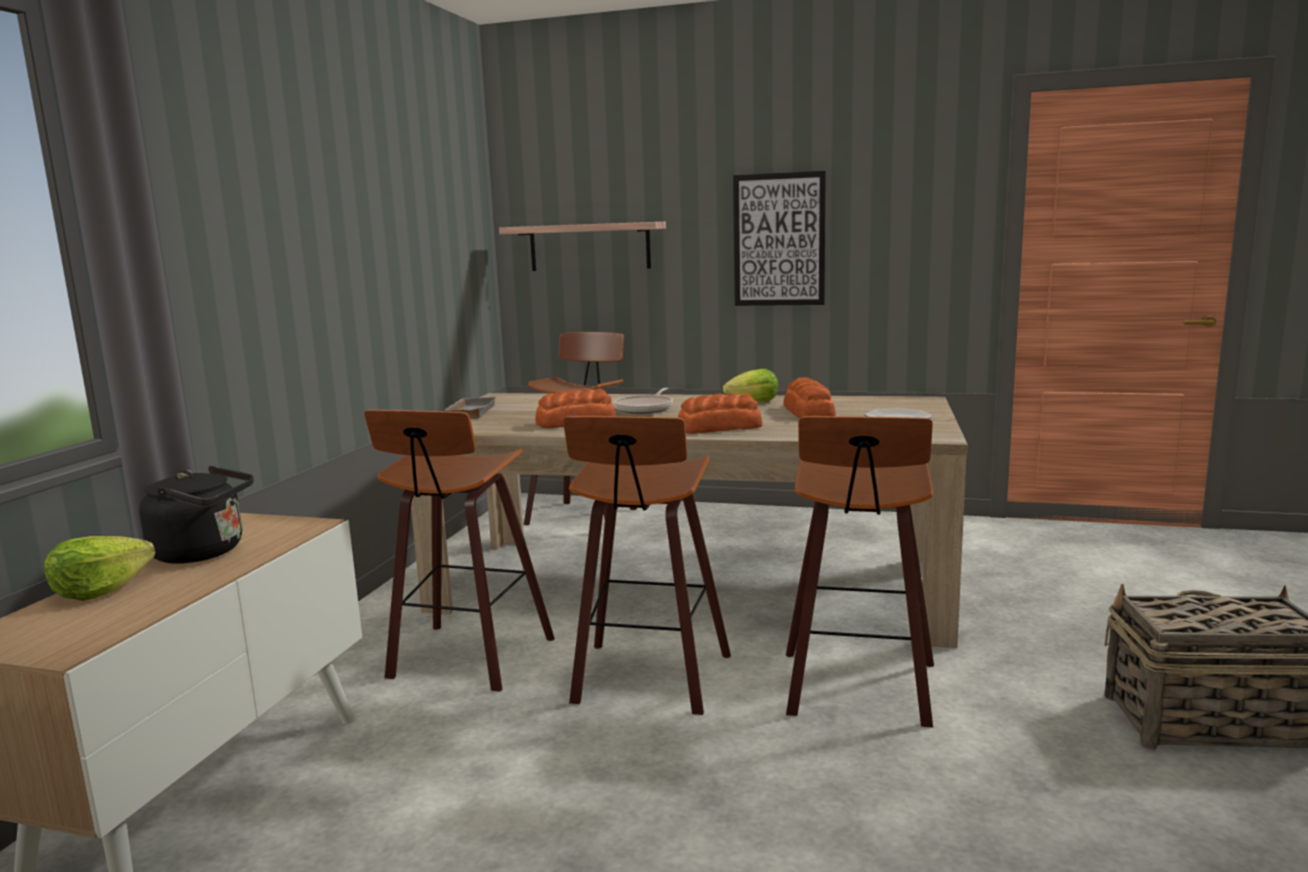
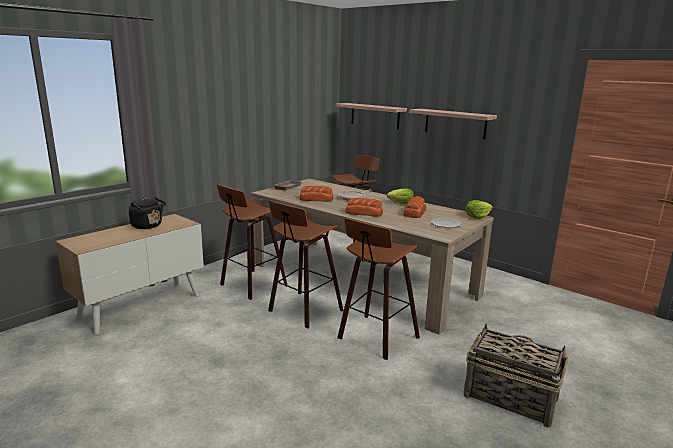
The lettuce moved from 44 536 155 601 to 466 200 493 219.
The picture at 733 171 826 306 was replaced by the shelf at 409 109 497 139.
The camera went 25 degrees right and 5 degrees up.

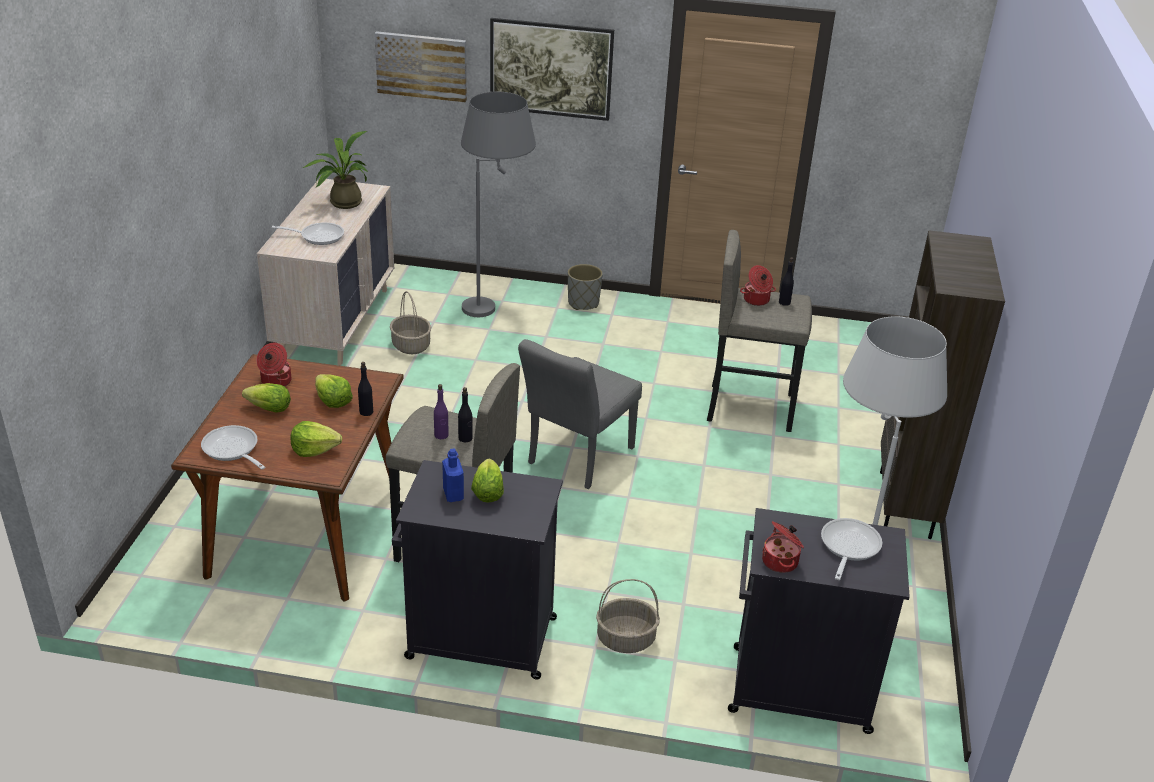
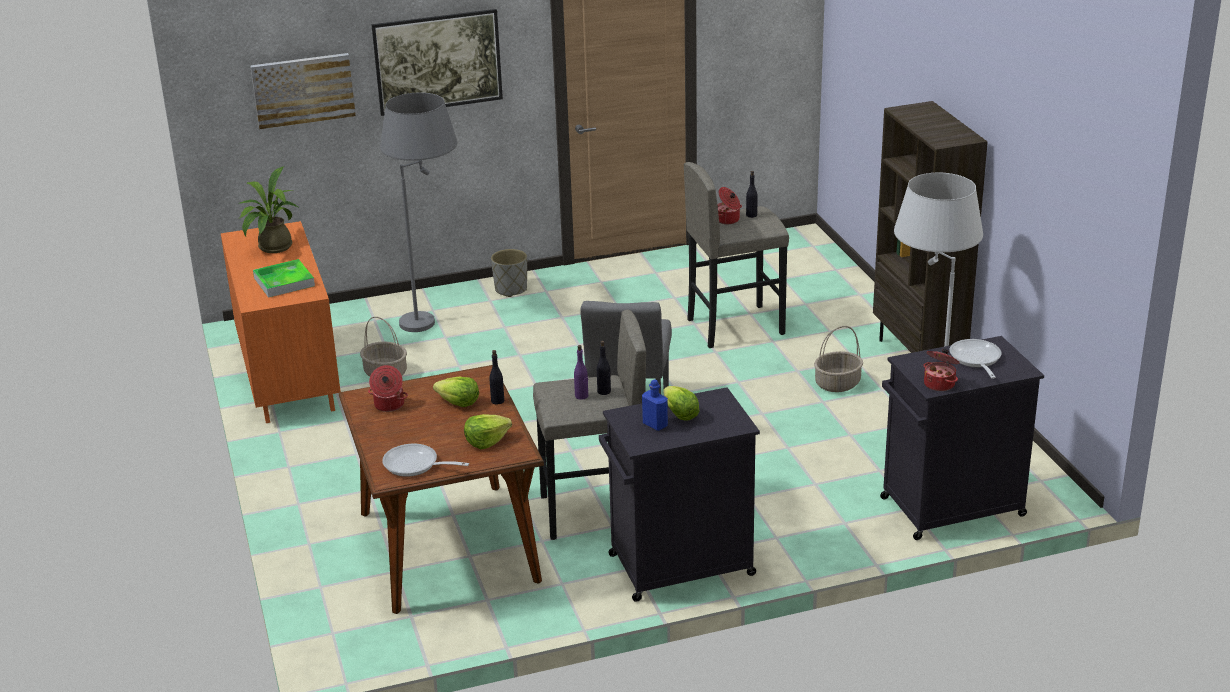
The lettuce at 242 383 291 413 disappeared.
The beige_dresser at 257 179 394 366 became the orange_dresser at 221 221 341 423.
The frying_pan at 272 223 344 245 was replaced by the tray at 253 259 315 298.
The basket moved from 596 579 660 653 to 814 326 863 392.
The camera went 25 degrees left and 5 degrees down.

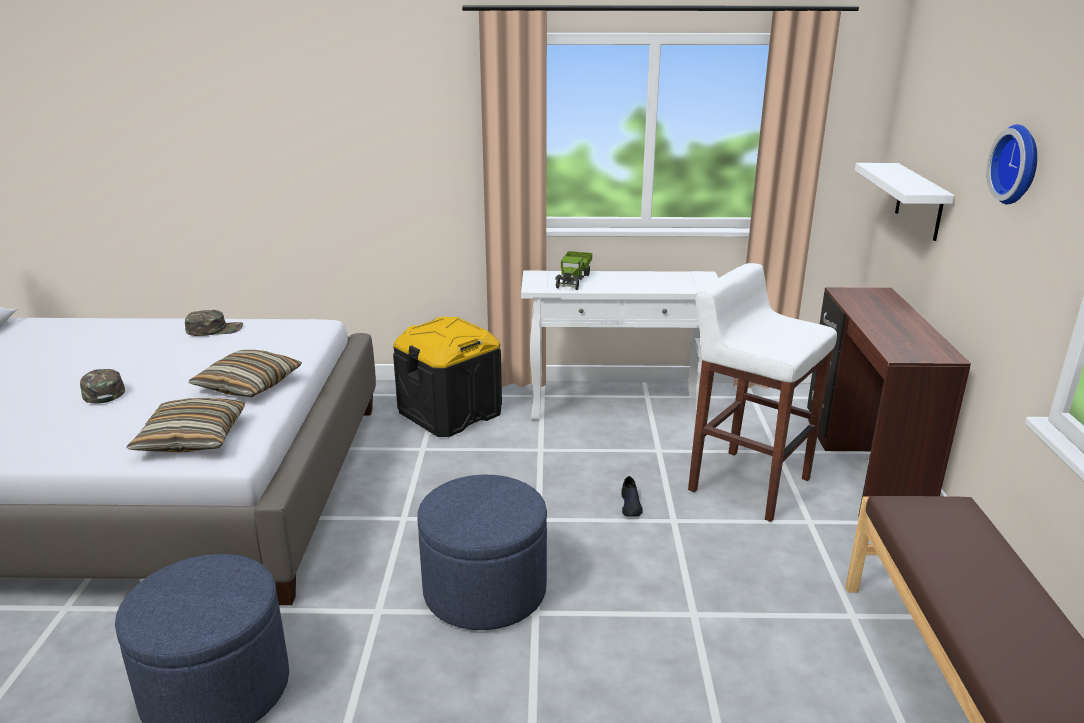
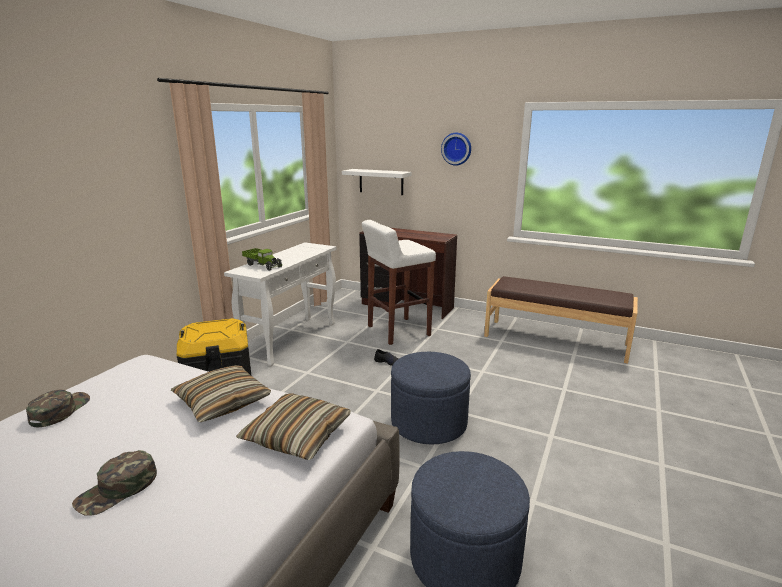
The green_cap at 80 369 125 404 turned 45 degrees counterclockwise.
The camera went 65 degrees left and 5 degrees down.

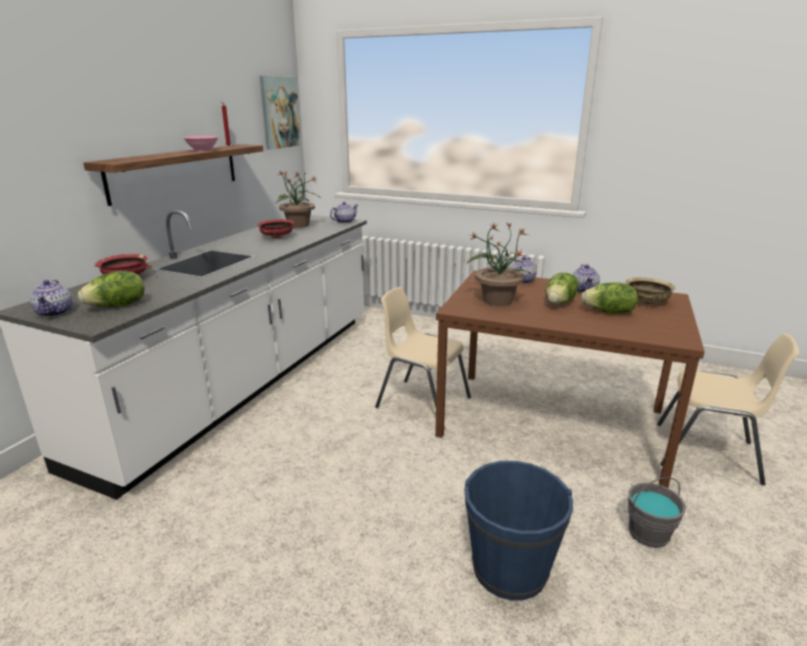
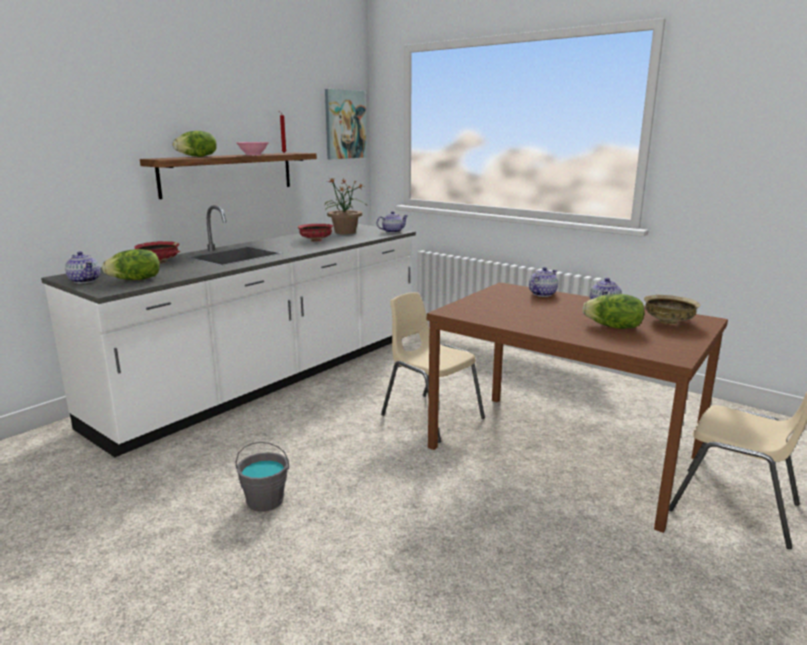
The teapot at 30 280 73 317 turned 45 degrees counterclockwise.
The blue_bucket at 464 461 573 601 disappeared.
The potted_plant at 467 222 530 306 disappeared.
The lettuce moved from 545 273 579 305 to 173 131 217 157.
The grey_bucket moved from 628 477 686 548 to 236 442 289 512.
The camera went 15 degrees right and 5 degrees down.

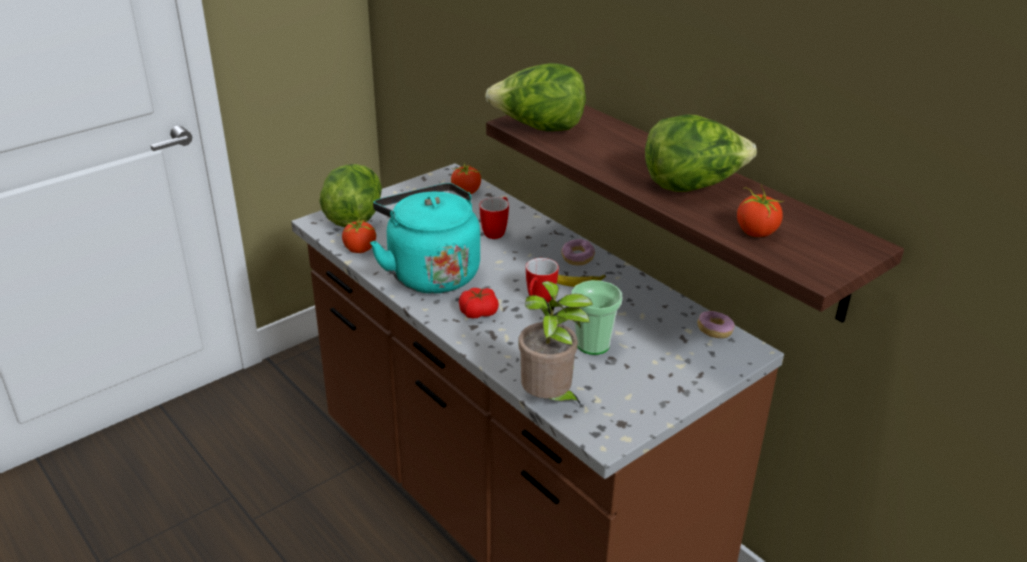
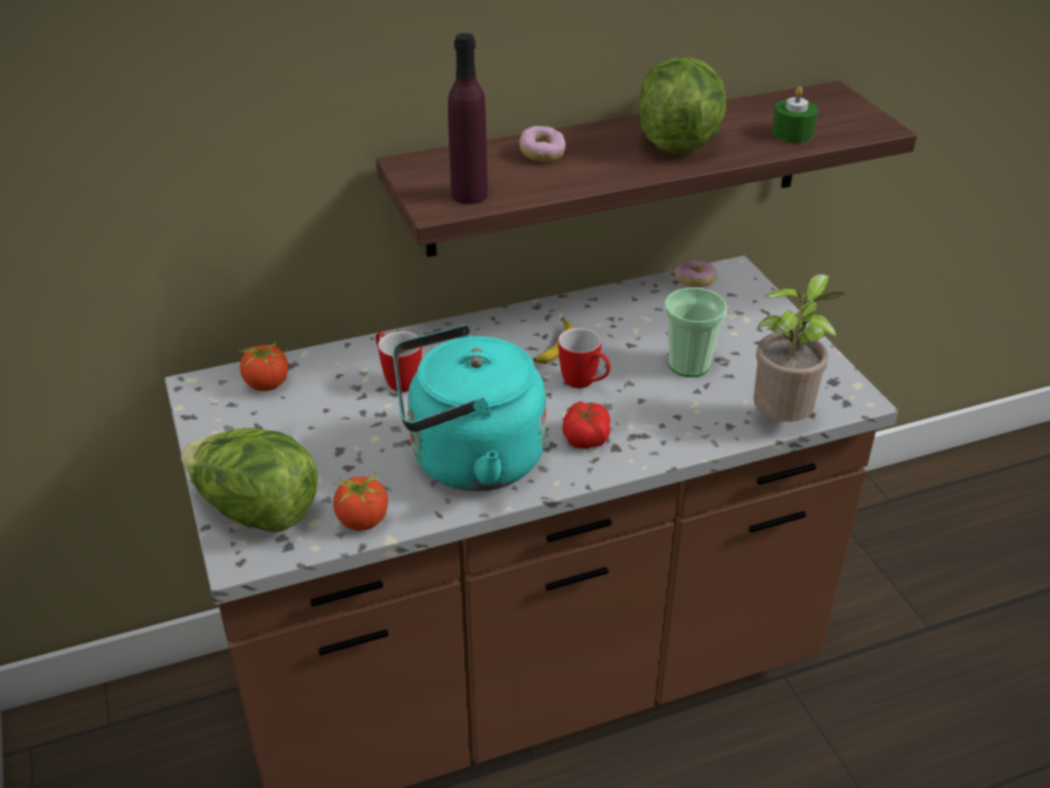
The lettuce at 485 63 586 131 was replaced by the purple_bottle at 448 33 488 204.
The donut moved from 561 239 595 266 to 519 126 566 162.
The tomato at 737 184 783 237 was replaced by the green_candle at 772 86 818 143.
The camera went 70 degrees left and 5 degrees up.

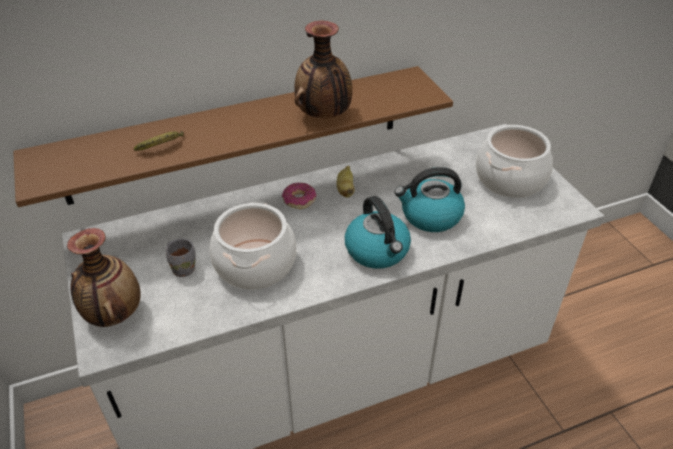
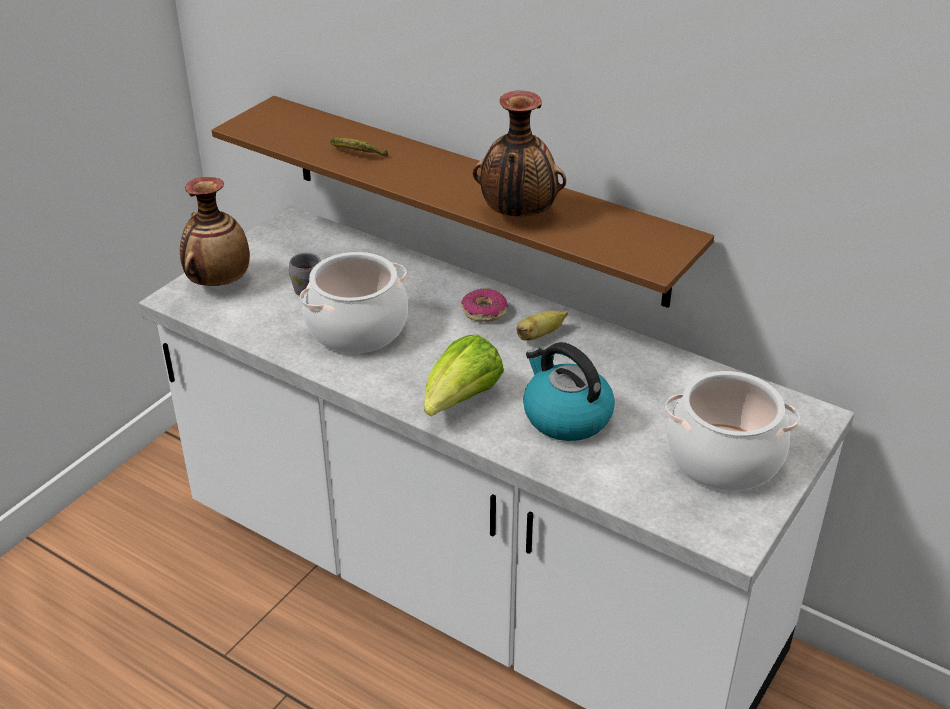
The kettle at 345 196 411 269 was replaced by the lettuce at 424 335 504 416.
The camera went 55 degrees right and 5 degrees down.

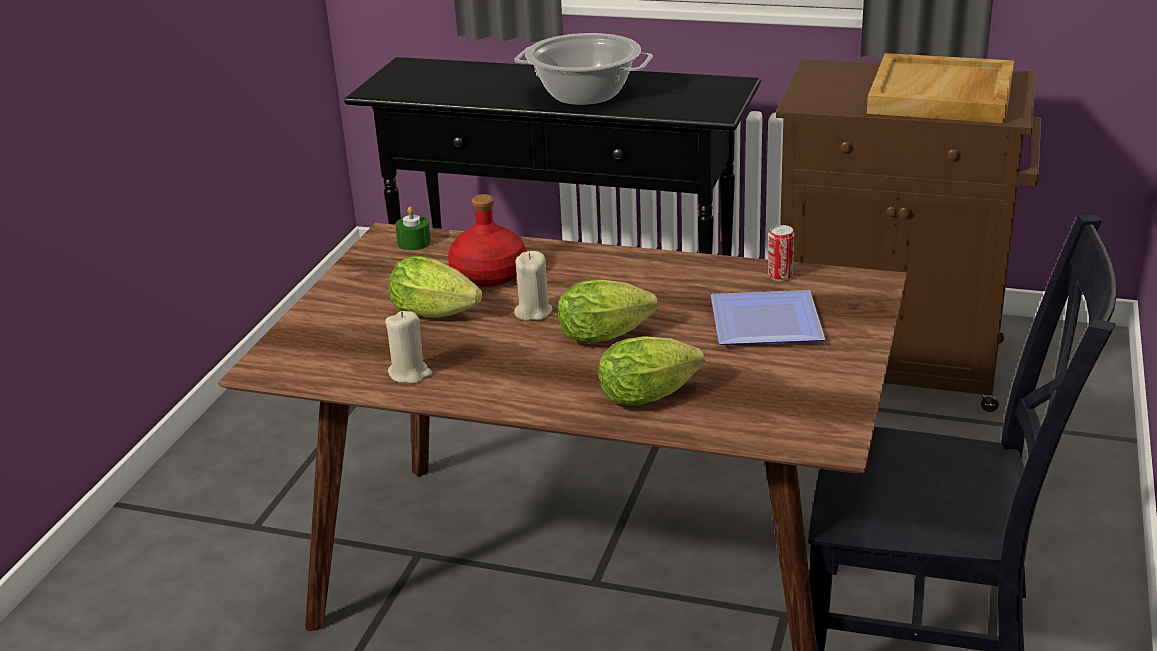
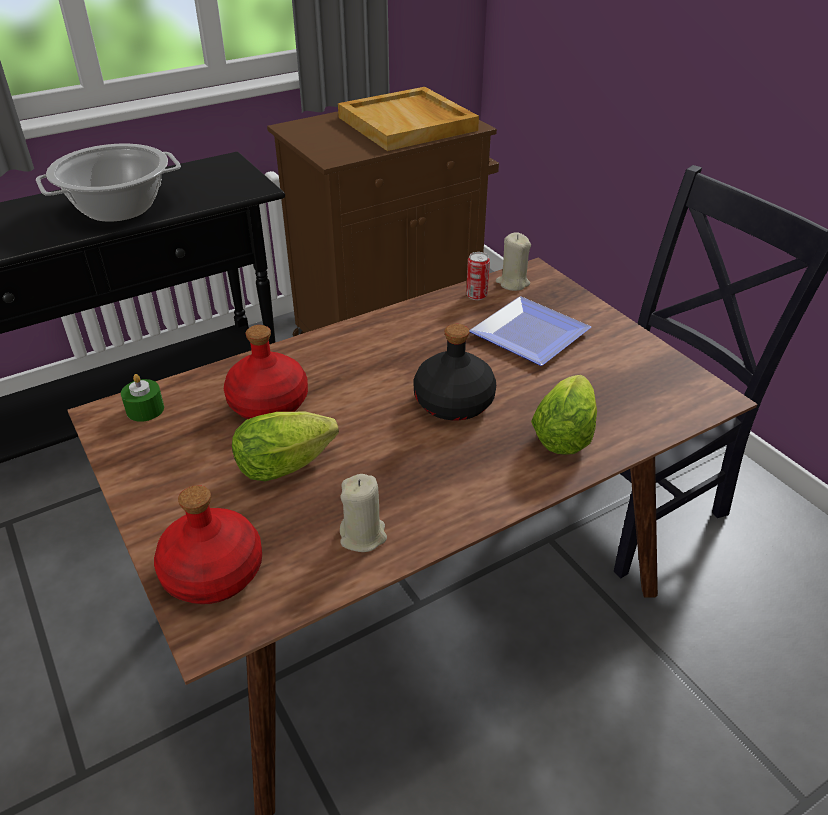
The beige_candle moved from 514 251 553 321 to 496 232 531 291.
The lettuce at 558 280 658 343 was replaced by the black_bottle at 414 324 496 420.
The red_bottle at 154 485 262 604 appeared.
The camera went 50 degrees left and 10 degrees up.

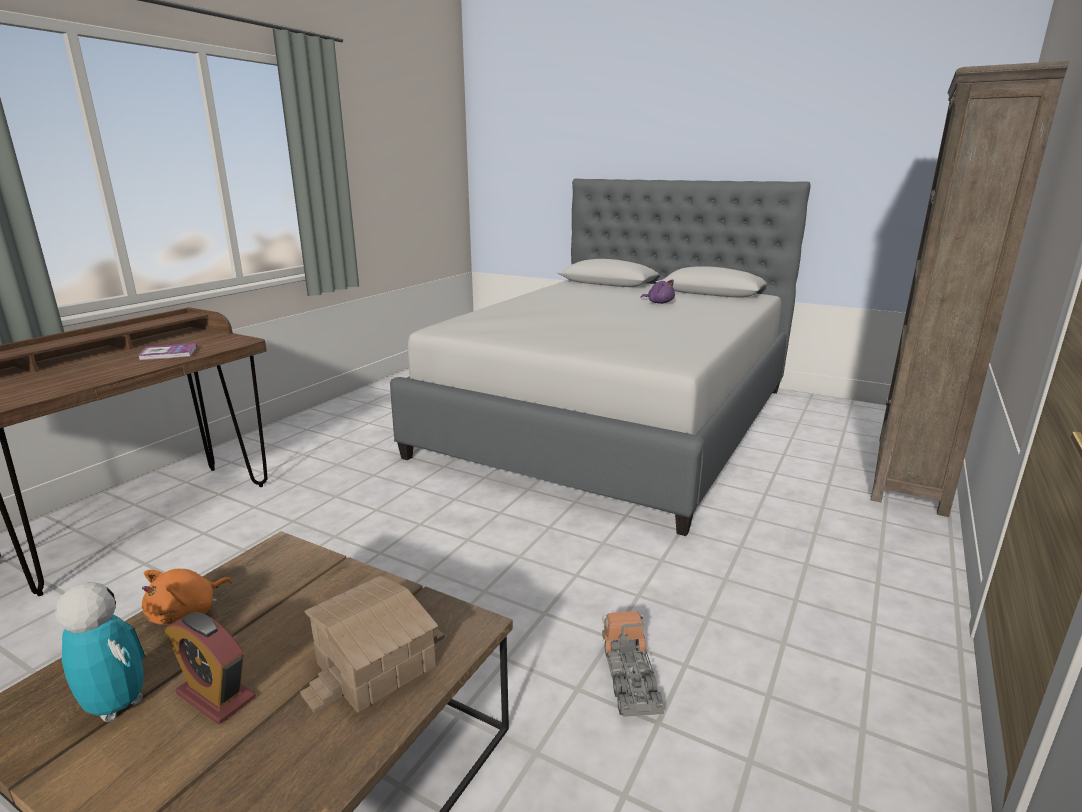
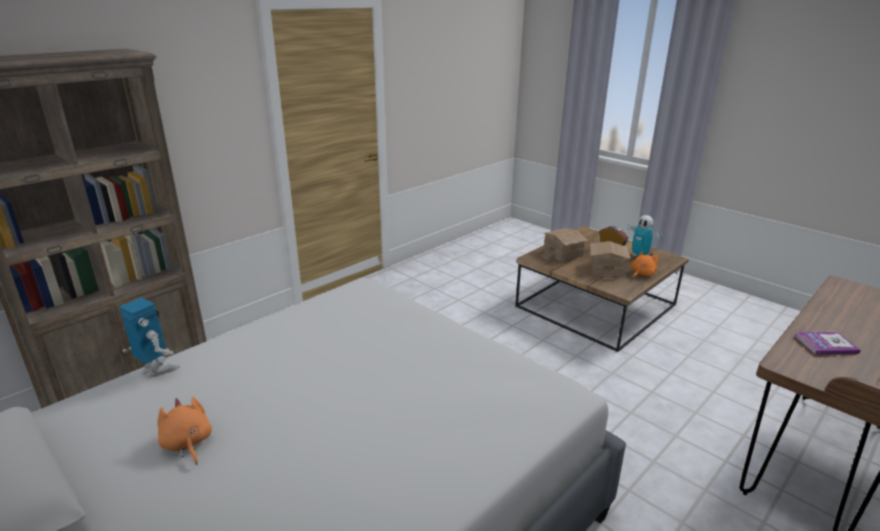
The toy_truck at 602 611 665 717 disappeared.
The purple_plush_toy at 641 279 675 304 became the orange_plush_toy at 157 397 212 465.
The toy_robot at 119 297 180 377 appeared.
The toy_house at 590 241 630 281 appeared.
The camera went 165 degrees left and 5 degrees up.

